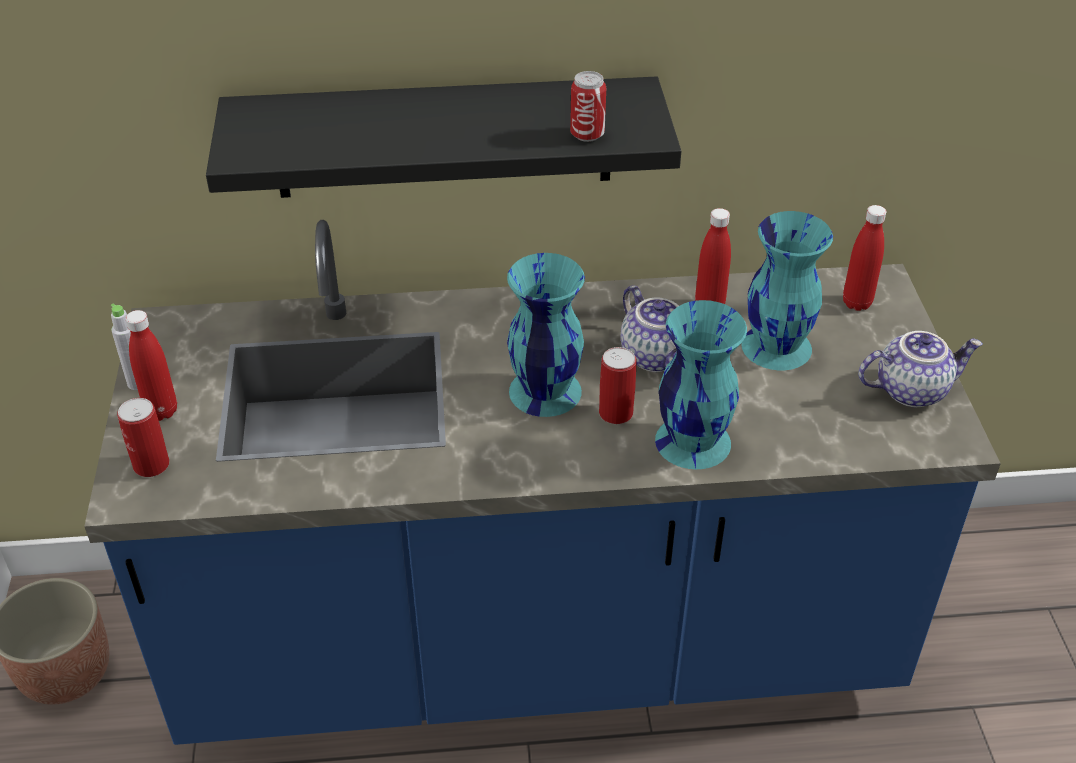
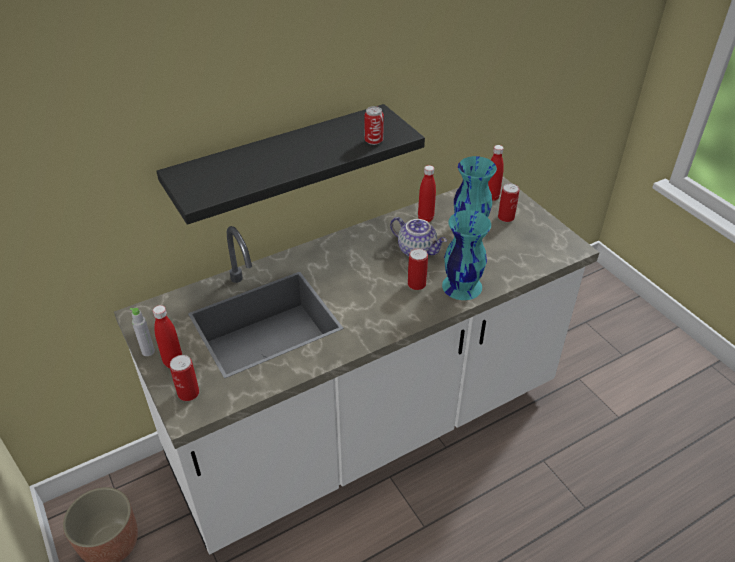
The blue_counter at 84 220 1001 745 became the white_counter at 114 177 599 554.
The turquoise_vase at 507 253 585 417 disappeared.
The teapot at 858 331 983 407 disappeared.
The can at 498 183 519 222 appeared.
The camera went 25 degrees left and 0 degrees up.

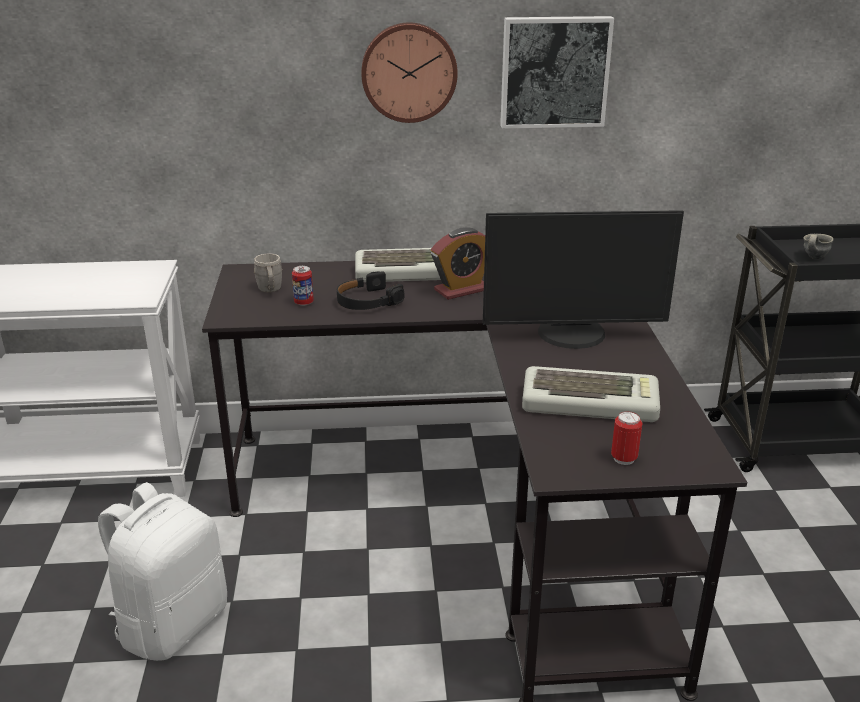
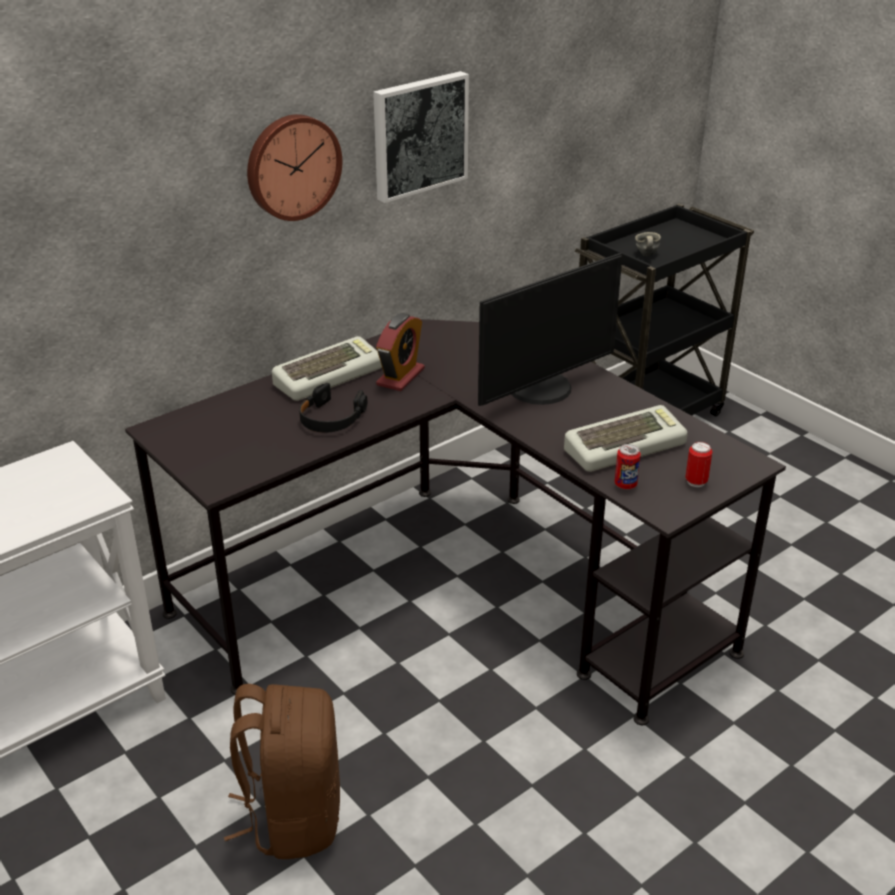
The white_backpack at 98 482 227 661 became the brown_backpack at 224 684 340 859.
The grey_mug at 254 253 282 292 disappeared.
The can moved from 292 266 314 306 to 615 444 641 489.
The camera went 35 degrees left and 5 degrees up.

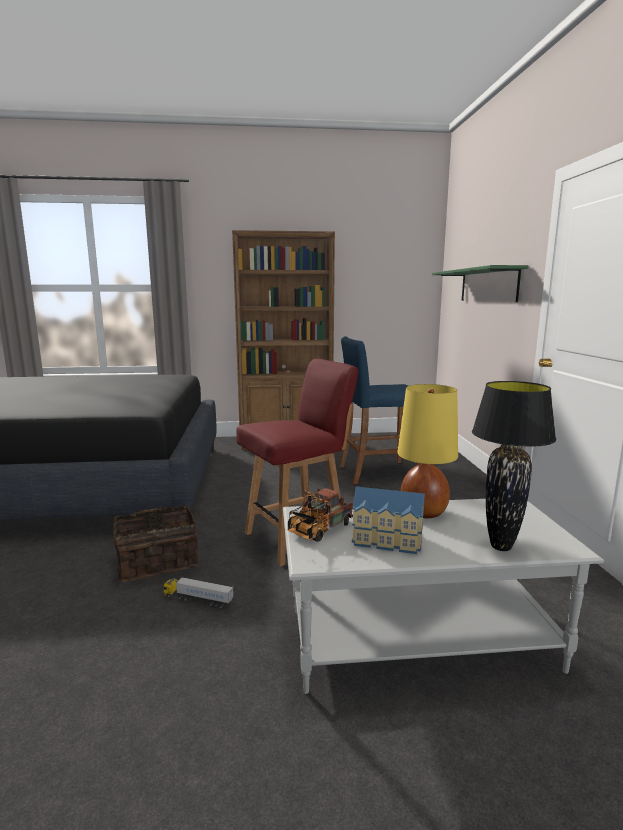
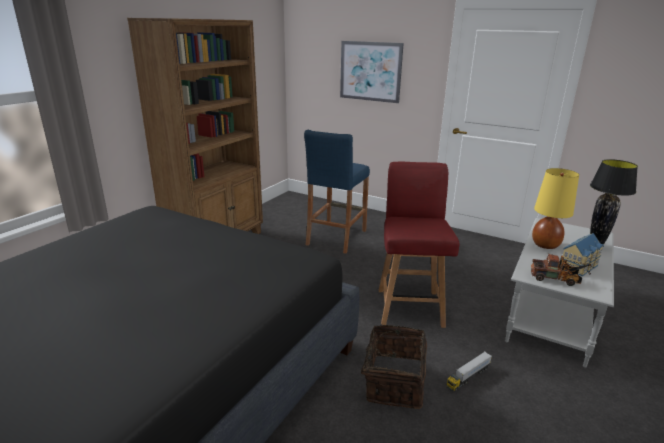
The toy_truck at 287 488 353 542 turned 60 degrees counterclockwise.
The green_shelf at 432 265 528 302 was replaced by the picture at 340 41 404 103.
The camera went 55 degrees left and 10 degrees up.

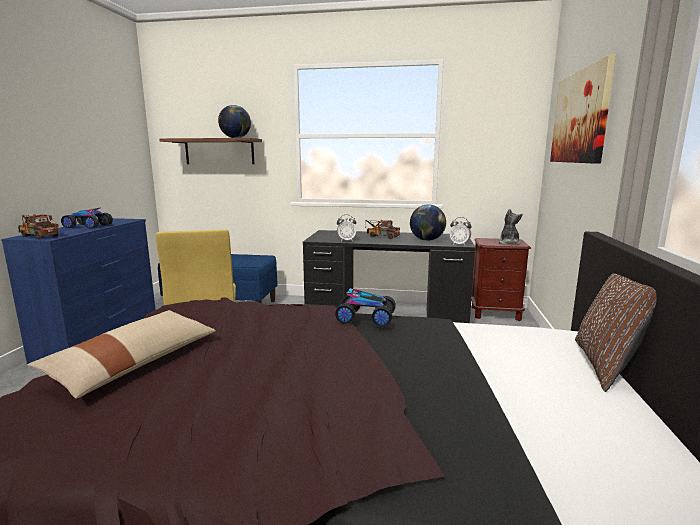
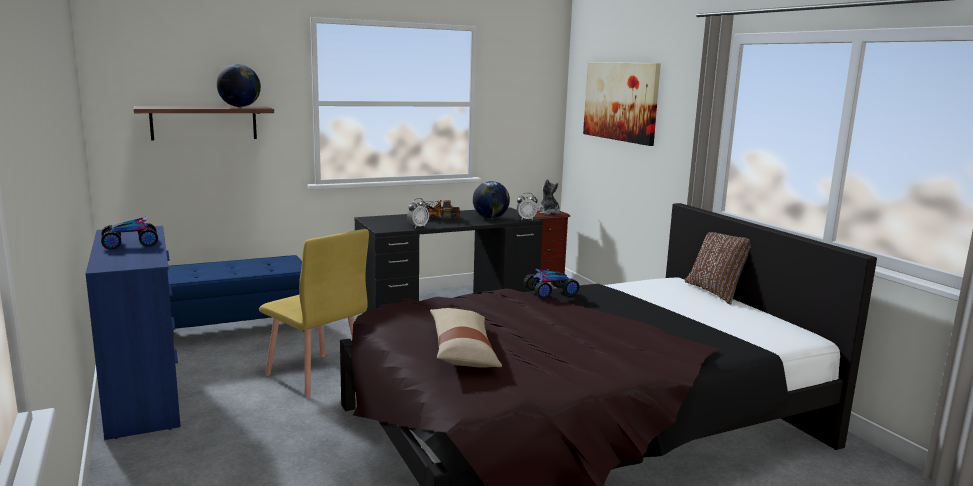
The toy_truck at 18 214 59 239 disappeared.
The camera went 35 degrees left and 0 degrees up.

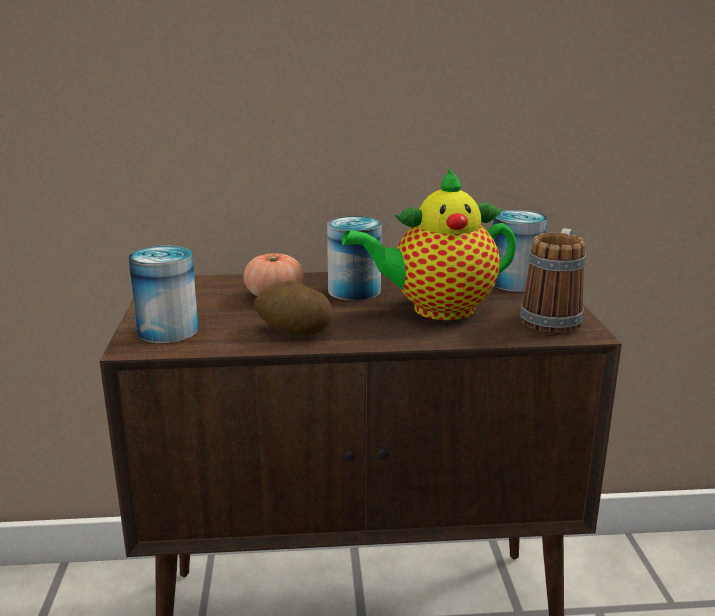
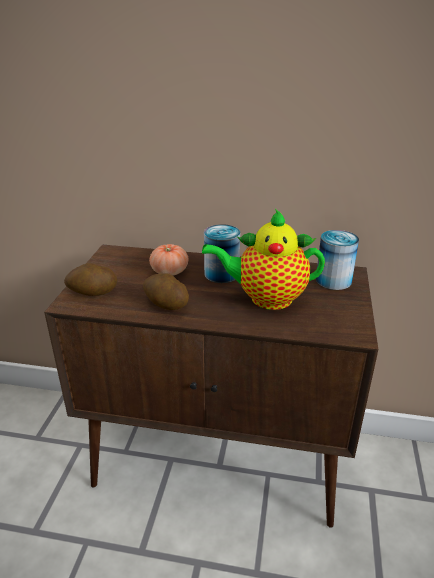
The can at 128 246 198 343 was replaced by the potato at 64 263 117 296.
The mug at 520 228 586 334 disappeared.
The camera went 15 degrees right and 10 degrees up.

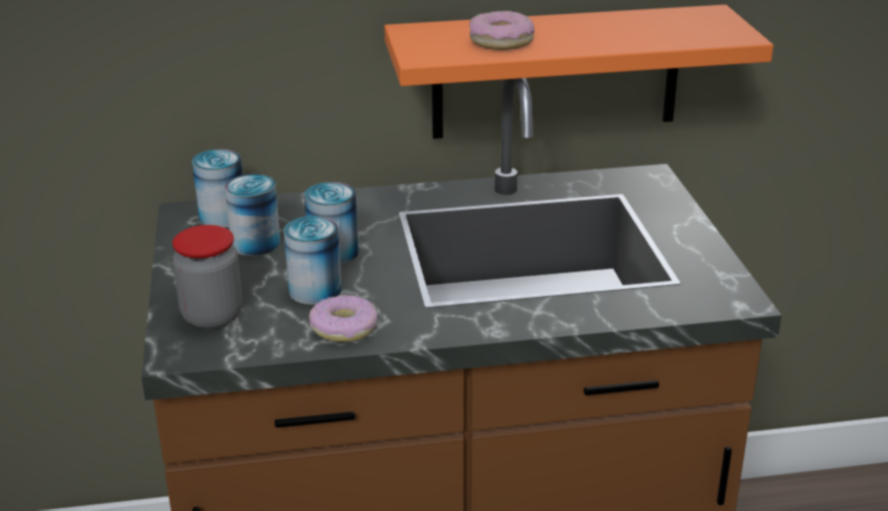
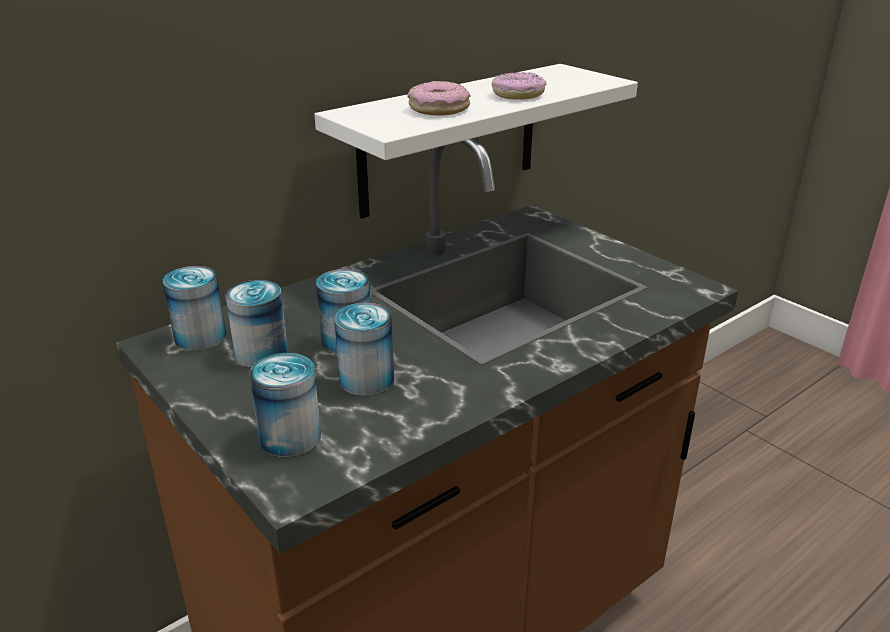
The jar at 172 225 243 329 was replaced by the can at 249 353 321 457.
The donut moved from 309 295 378 342 to 492 72 546 100.
The orange_shelf at 384 5 773 139 became the white_shelf at 314 64 638 218.
The camera went 30 degrees left and 0 degrees up.

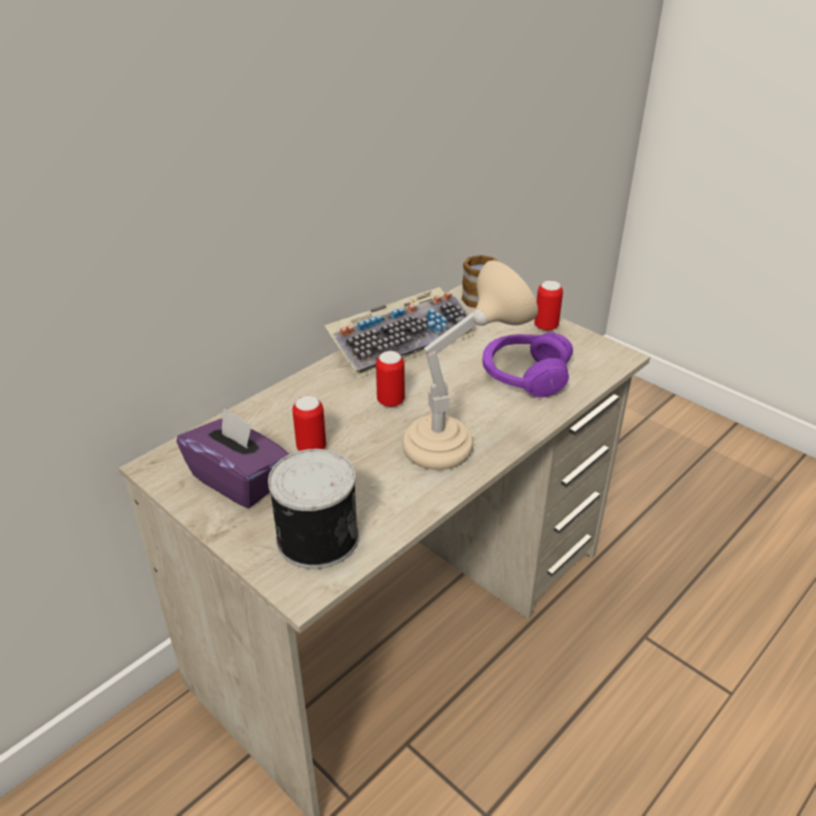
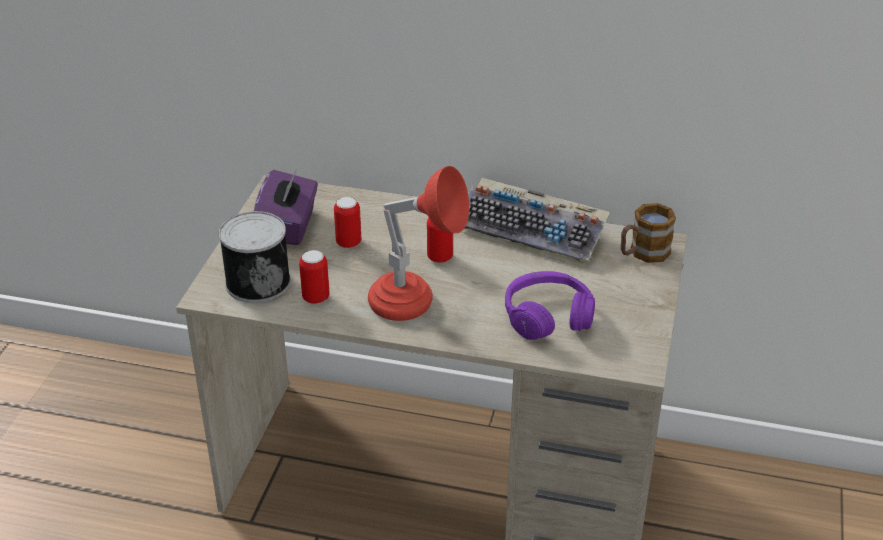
The beige_table_lamp at 402 260 538 470 became the red_table_lamp at 368 166 469 321.
The can moved from 534 280 563 331 to 299 250 330 304.
The camera went 60 degrees right and 0 degrees up.

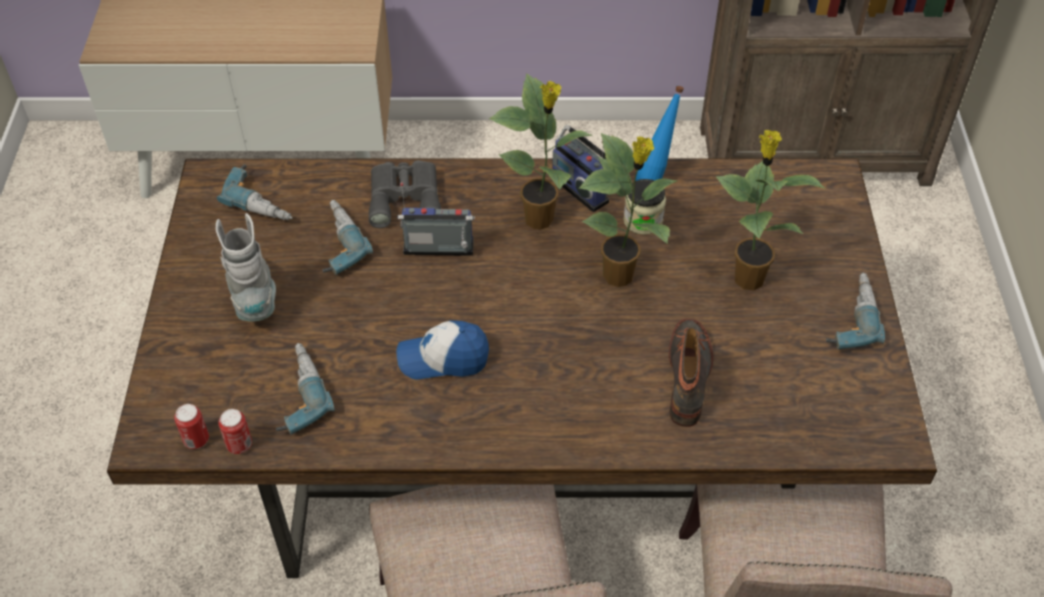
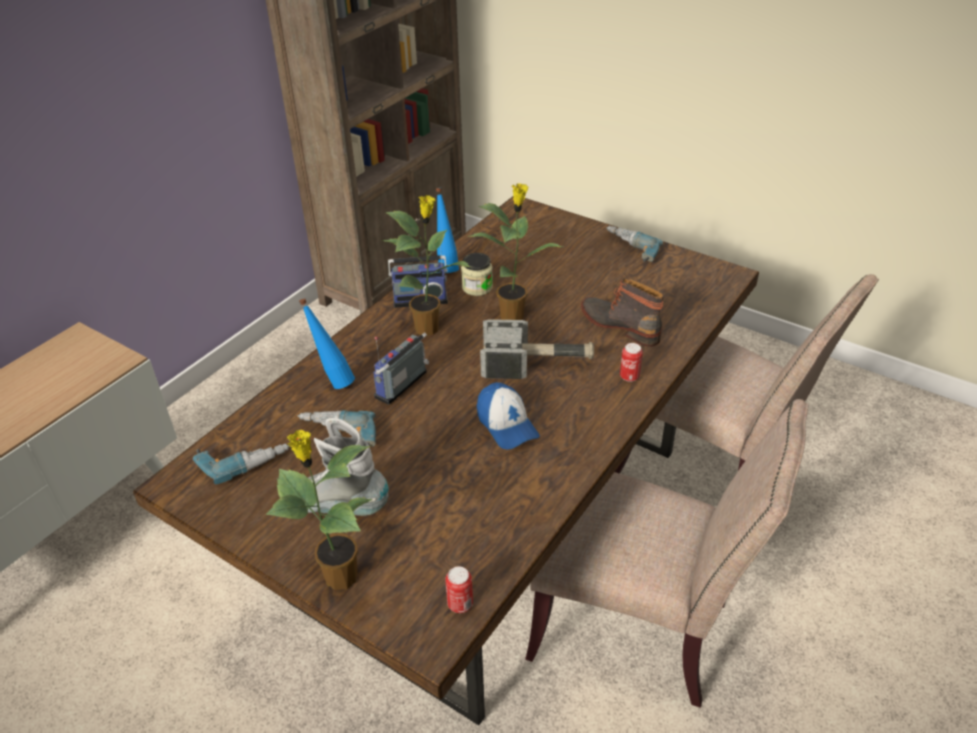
The can moved from 218 409 252 454 to 620 343 643 382.
The power_drill at 276 343 335 434 disappeared.
The grey_binoculars at 369 160 441 228 was replaced by the blue_bottle at 299 298 355 389.
The cap at 396 320 489 380 turned 60 degrees counterclockwise.
The potted_plant moved from 716 130 826 290 to 265 429 373 590.
The hammer at 480 319 594 379 appeared.
The camera went 55 degrees left and 10 degrees down.

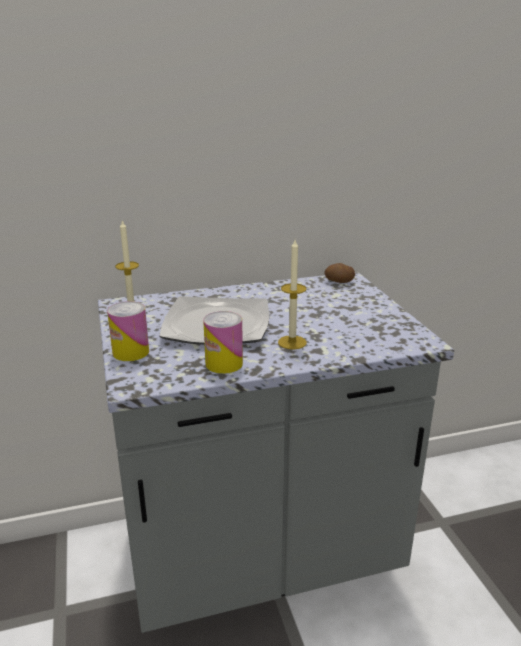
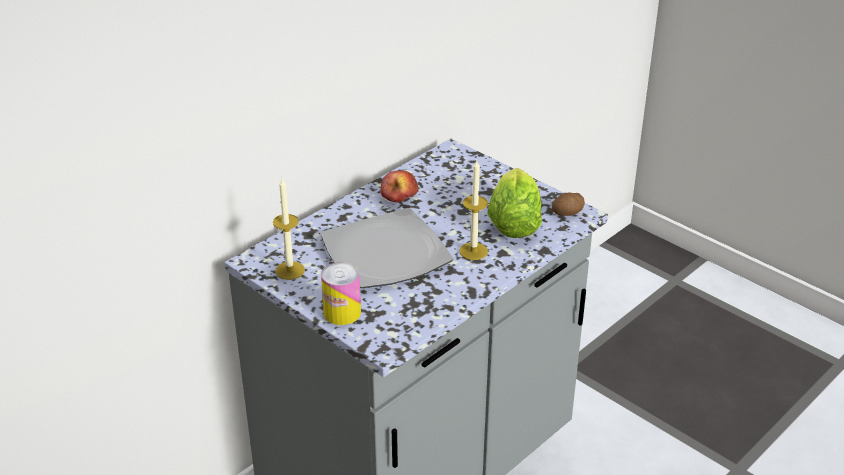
The can at 203 311 243 374 disappeared.
The potato moved from 324 263 355 283 to 552 192 585 216.
The apple at 380 171 419 203 appeared.
The lettuce at 487 168 542 238 appeared.
The camera went 30 degrees left and 10 degrees up.

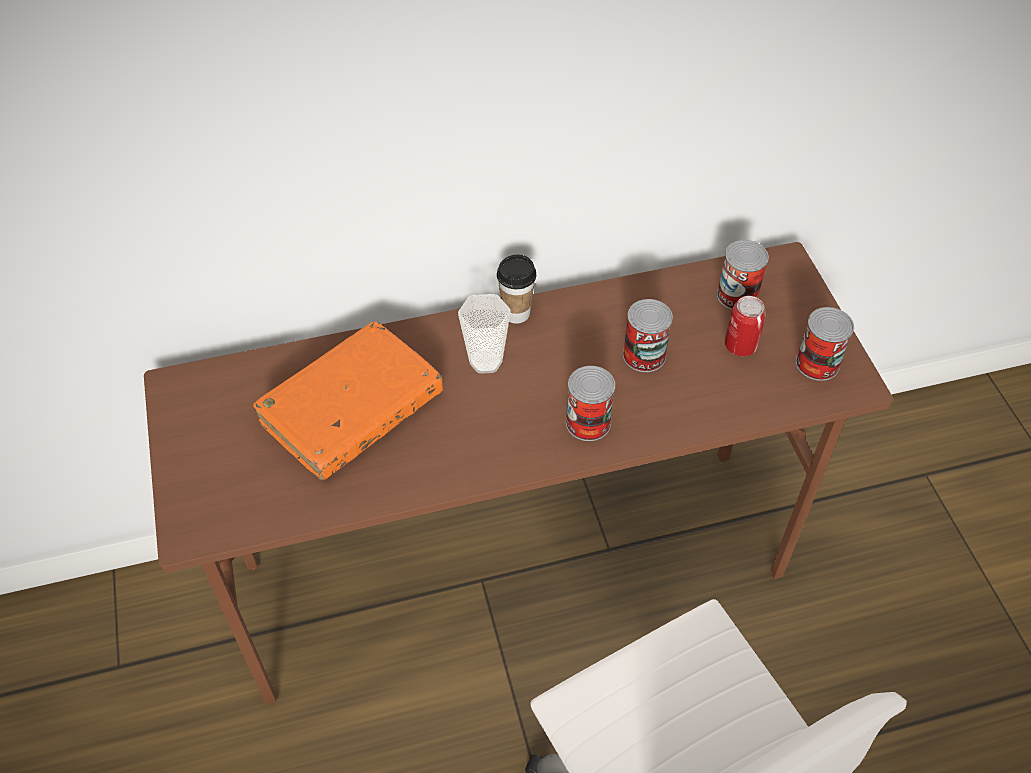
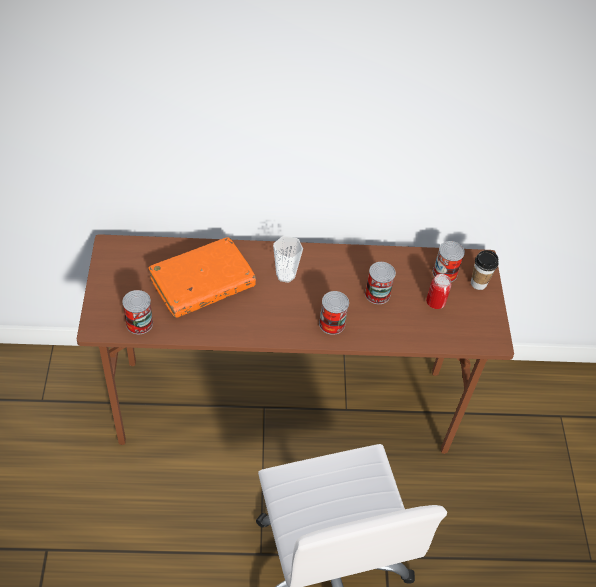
The cup moved from 497 255 536 324 to 471 250 499 290.
The can moved from 796 307 854 381 to 123 290 153 334.
The camera went 10 degrees right and 0 degrees up.

